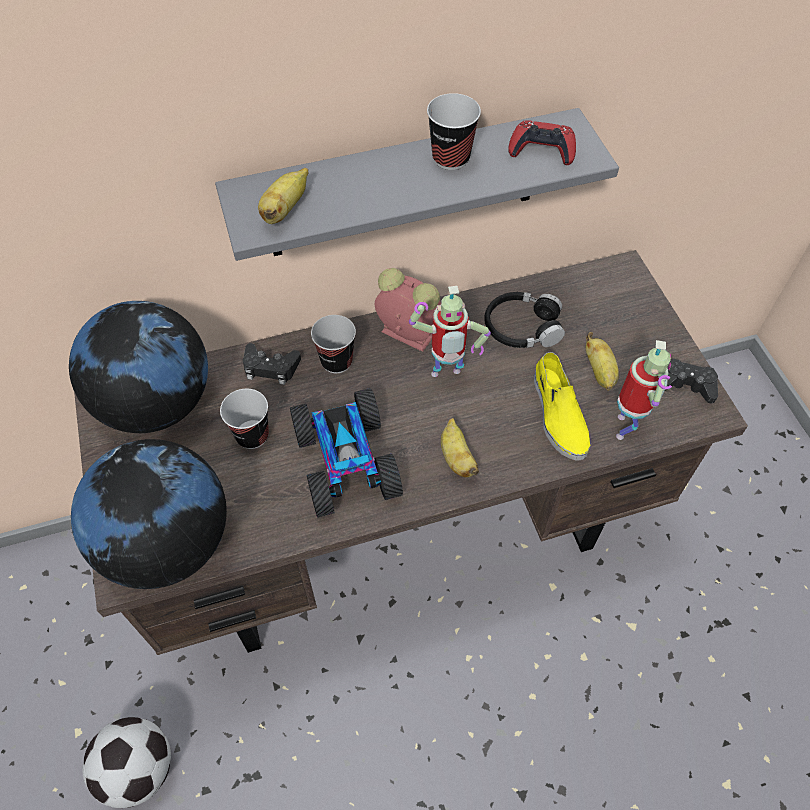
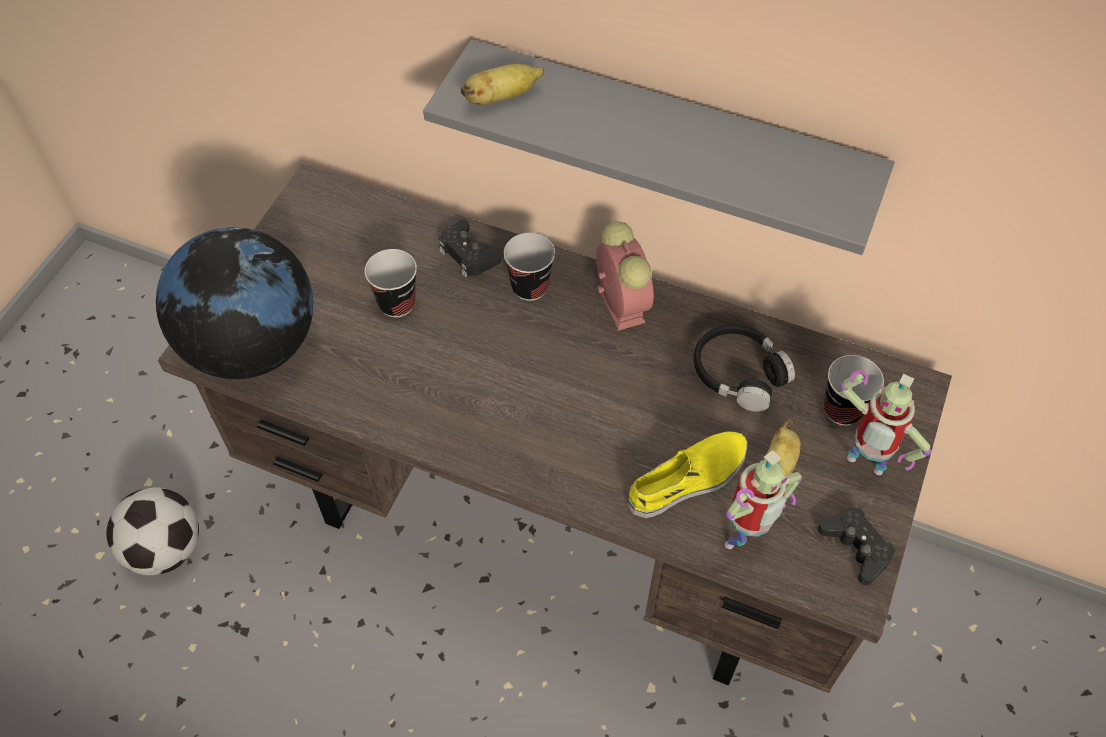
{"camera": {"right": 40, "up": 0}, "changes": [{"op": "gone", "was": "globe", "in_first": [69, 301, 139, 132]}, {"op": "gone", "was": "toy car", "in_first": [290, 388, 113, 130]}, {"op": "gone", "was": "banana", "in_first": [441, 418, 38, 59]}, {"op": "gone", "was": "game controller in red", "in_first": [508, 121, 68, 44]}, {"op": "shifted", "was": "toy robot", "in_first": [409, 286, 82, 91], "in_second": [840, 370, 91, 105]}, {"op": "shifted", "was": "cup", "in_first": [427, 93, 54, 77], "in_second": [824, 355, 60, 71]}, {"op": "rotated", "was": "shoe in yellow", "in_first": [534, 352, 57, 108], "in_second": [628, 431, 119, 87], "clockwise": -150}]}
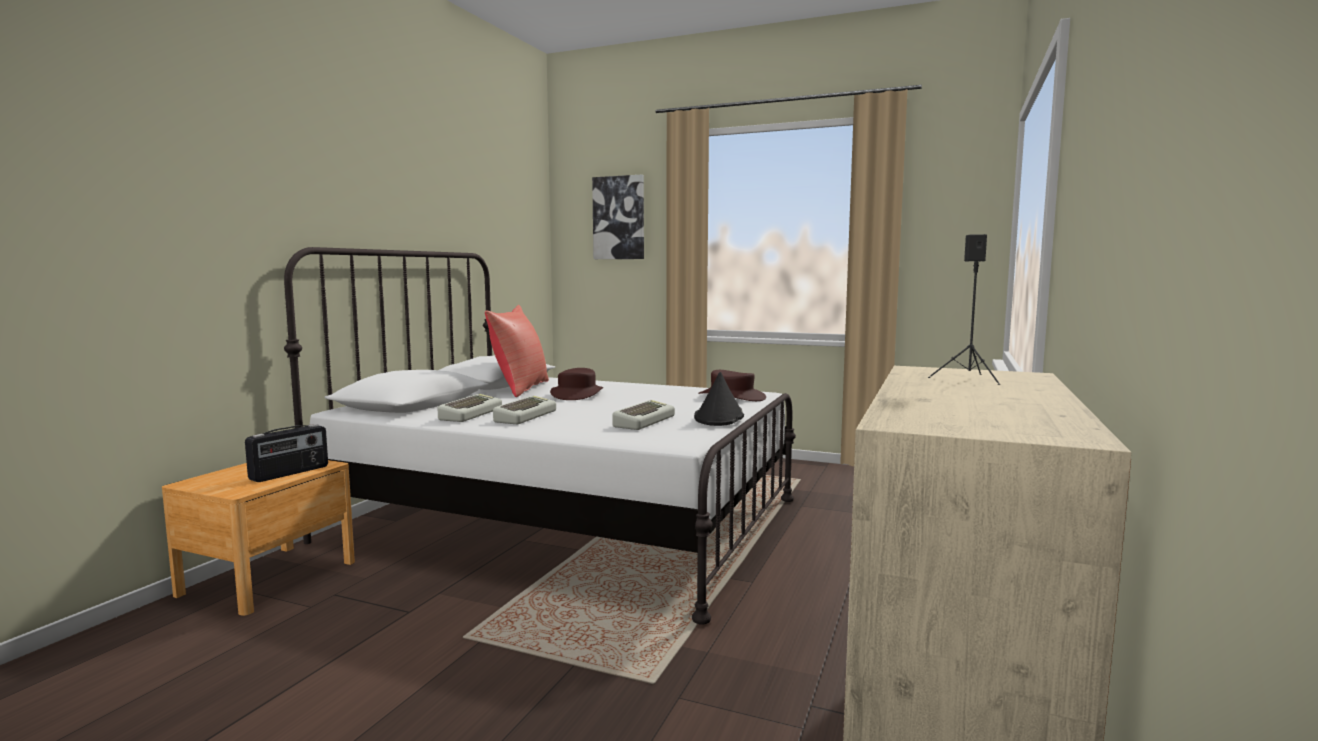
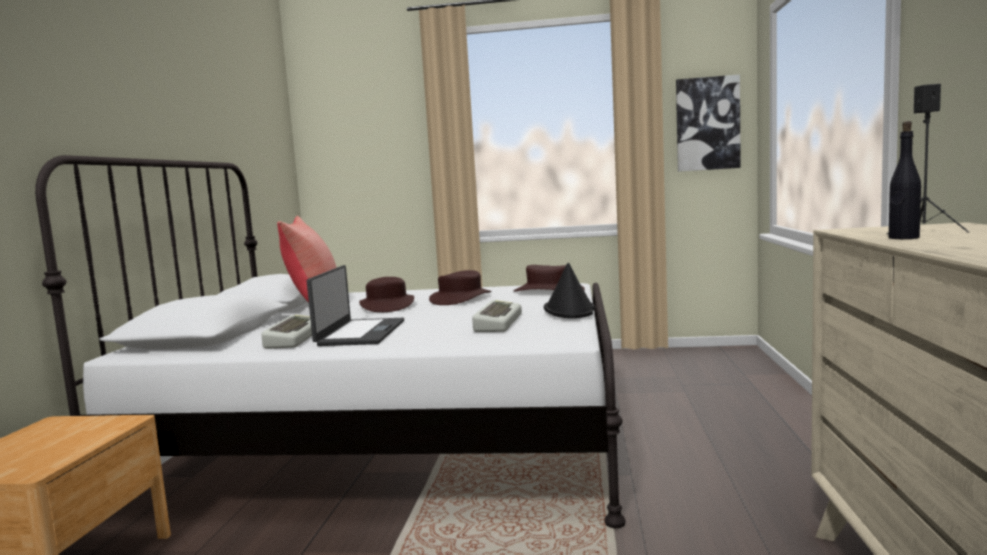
{"camera": {"right": -15, "up": 0}, "changes": [{"op": "gone", "was": "radio", "in_first": [245, 424, 83, 58]}, {"op": "new", "now": "hat in brown", "in_second": [429, 270, 63, 35]}, {"op": "new", "now": "bottle in black", "in_second": [889, 121, 32, 118]}, {"op": "shifted", "was": "picture", "in_first": [592, 175, 52, 84], "in_second": [676, 75, 65, 97]}, {"op": "swapped", "was": "keyboard", "now": "laptop", "in_first": [493, 396, 63, 28], "in_second": [307, 265, 97, 81]}]}
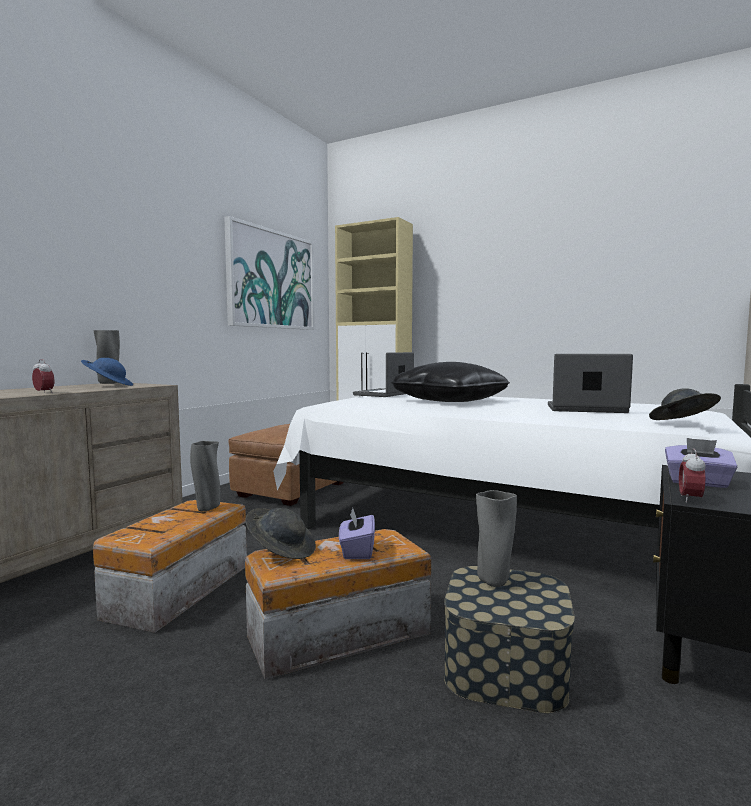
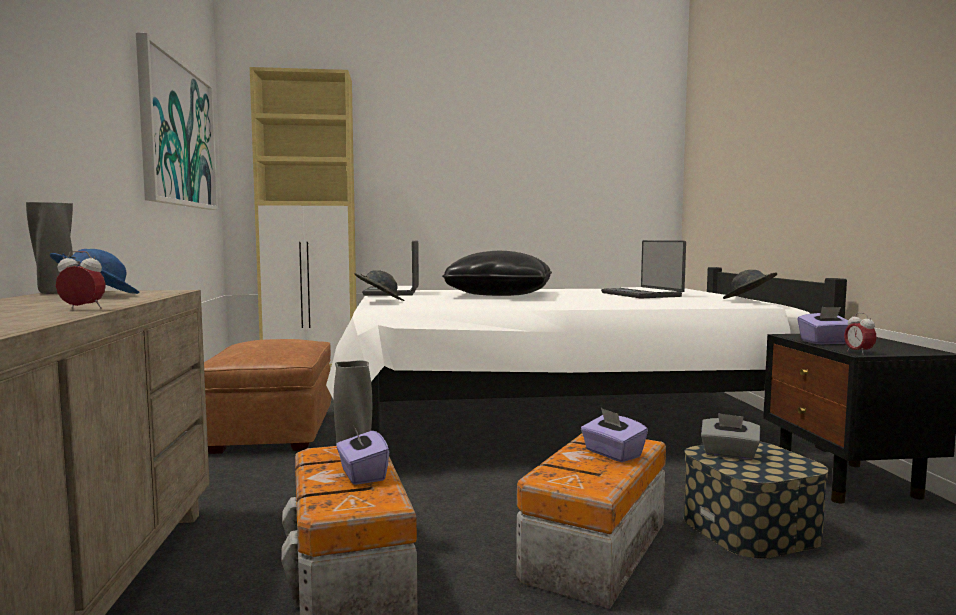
{"camera": {"right": -35, "up": 0}, "changes": [{"op": "new", "now": "tissue box in purple", "in_second": [336, 425, 53, 60]}, {"op": "shifted", "was": "hat in grey", "in_first": [245, 508, 71, 51], "in_second": [355, 270, 49, 31]}, {"op": "swapped", "was": "vase in grey", "now": "tissue box in grey", "in_first": [476, 490, 41, 97], "in_second": [701, 413, 59, 47]}, {"op": "rotated", "was": "laptop", "in_first": [548, 354, 85, 59], "in_second": [601, 240, 85, 59], "clockwise": -90}]}
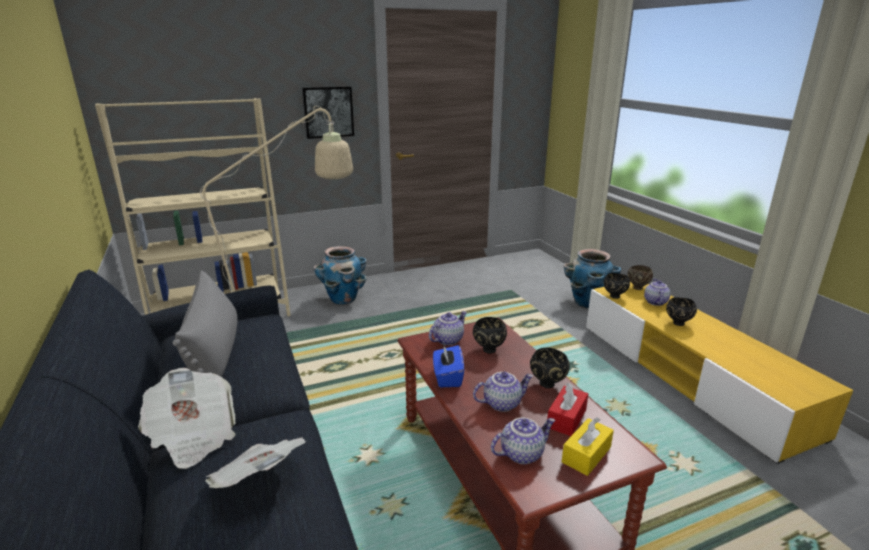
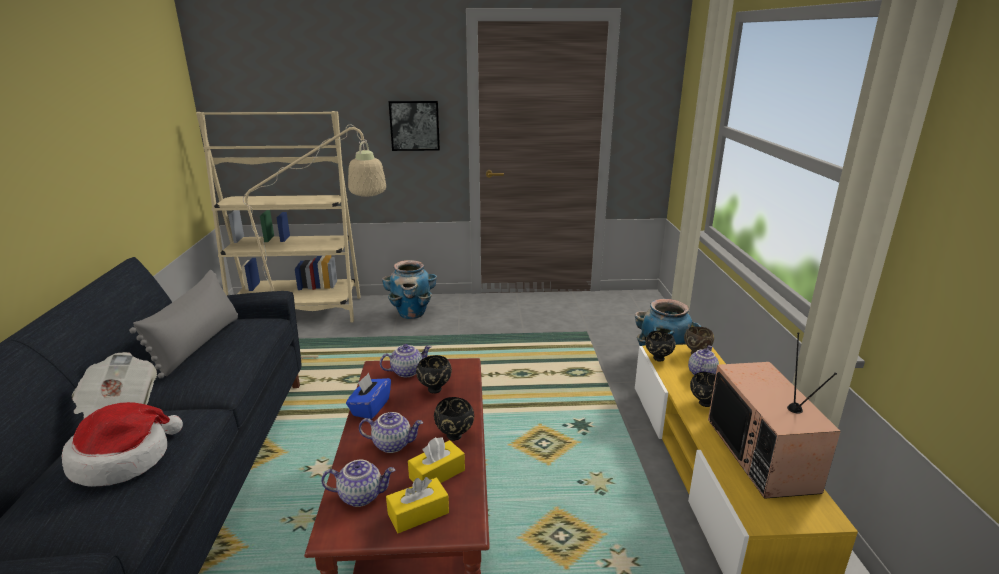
{"camera": {"right": 20, "up": 0}, "changes": [{"op": "new", "now": "television", "in_second": [708, 332, 133, 167]}, {"op": "swapped", "was": "newspaper", "now": "hat", "in_first": [206, 437, 100, 51], "in_second": [62, 402, 121, 85]}, {"op": "repainted", "was": "tissue box in red", "now": "tissue box in yellow", "in_first": [547, 383, 41, 53], "in_second": [408, 437, 57, 46]}]}
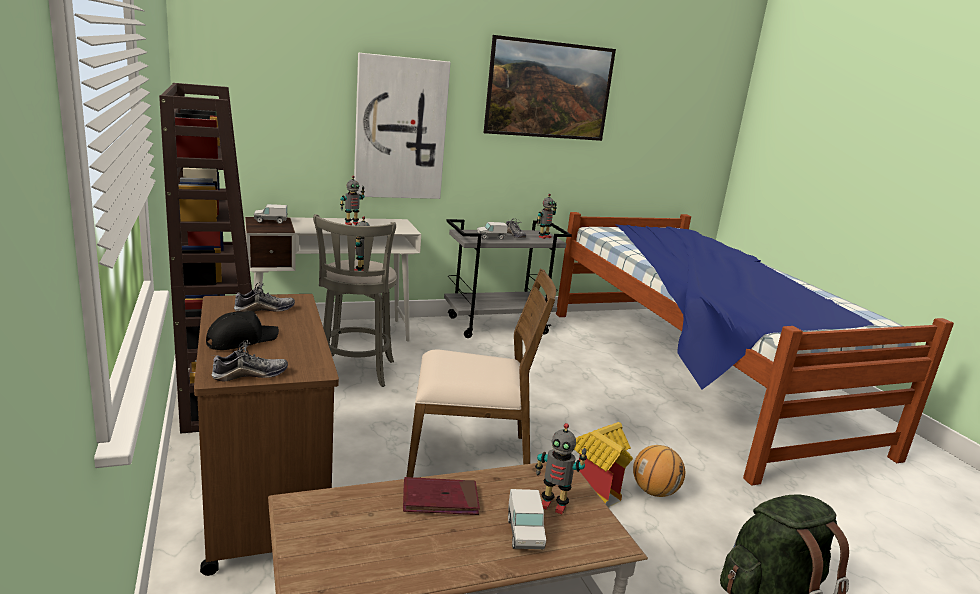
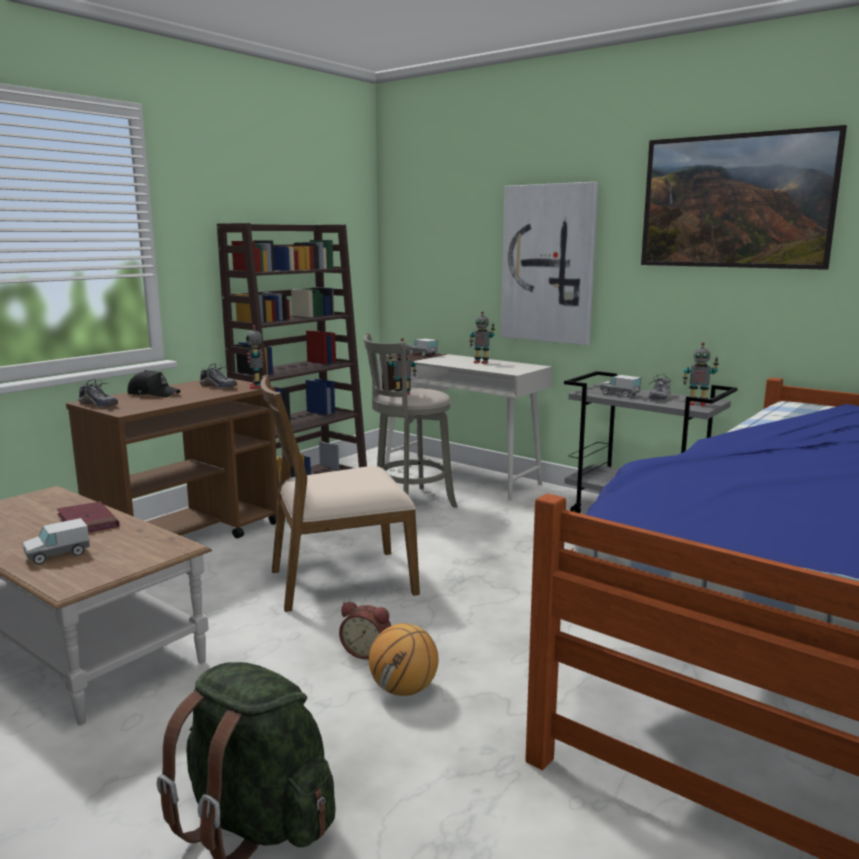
{"camera": {"right": 60, "up": -5}, "changes": [{"op": "shifted", "was": "toy robot", "in_first": [535, 423, 52, 91], "in_second": [246, 325, 18, 63]}, {"op": "swapped", "was": "toy house", "now": "alarm clock", "in_first": [574, 422, 59, 85], "in_second": [339, 602, 52, 57]}, {"op": "rotated", "was": "chair in brown", "in_first": [406, 269, 150, 208], "in_second": [260, 375, 160, 237], "clockwise": 105}]}
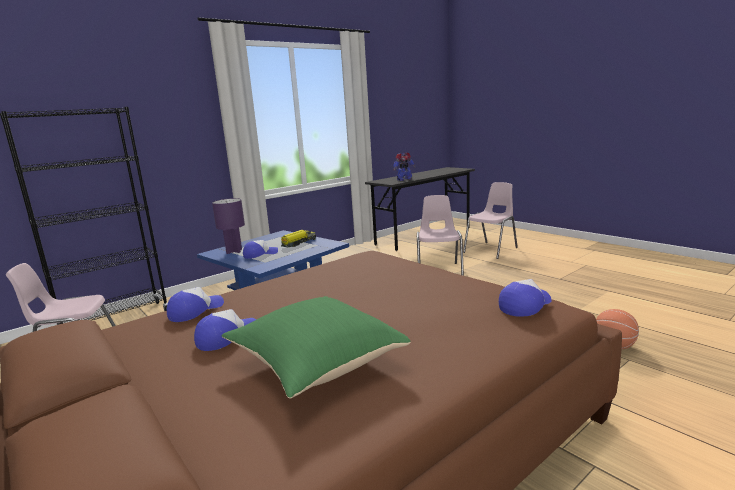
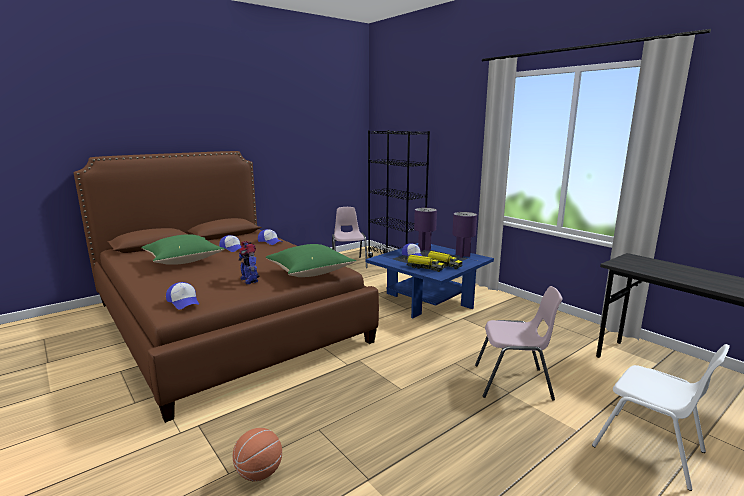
{"camera": {"right": 90, "up": 0}, "changes": [{"op": "new", "now": "pillow in green", "in_second": [266, 244, 90, 33]}, {"op": "new", "now": "toy truck", "in_second": [407, 255, 37, 17]}, {"op": "new", "now": "table lamp in purple", "in_second": [452, 212, 25, 46]}, {"op": "shifted", "was": "toy robot", "in_first": [393, 153, 23, 28], "in_second": [239, 241, 21, 43]}, {"op": "repainted", "was": "chair in pink", "now": "chair in white", "in_first": [463, 182, 55, 77], "in_second": [592, 344, 138, 147]}]}
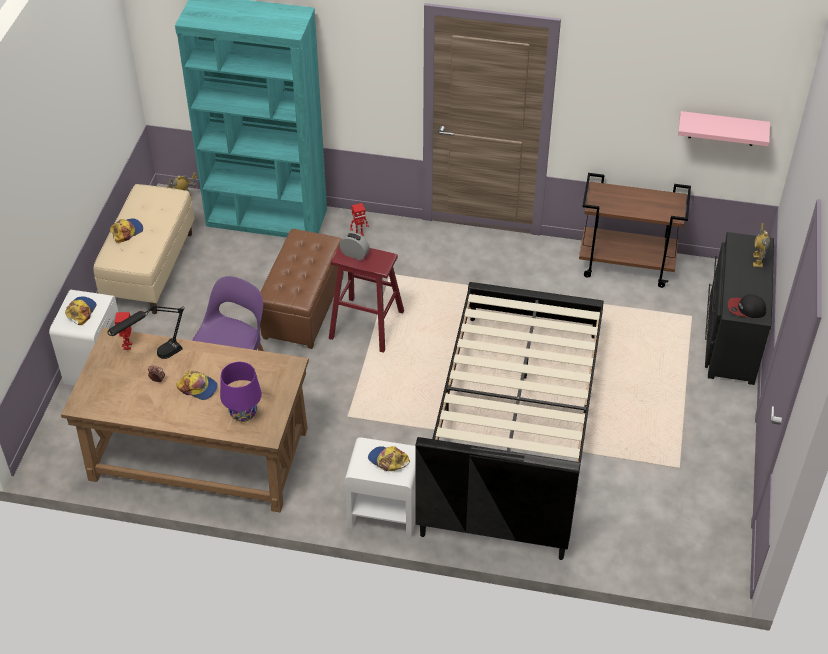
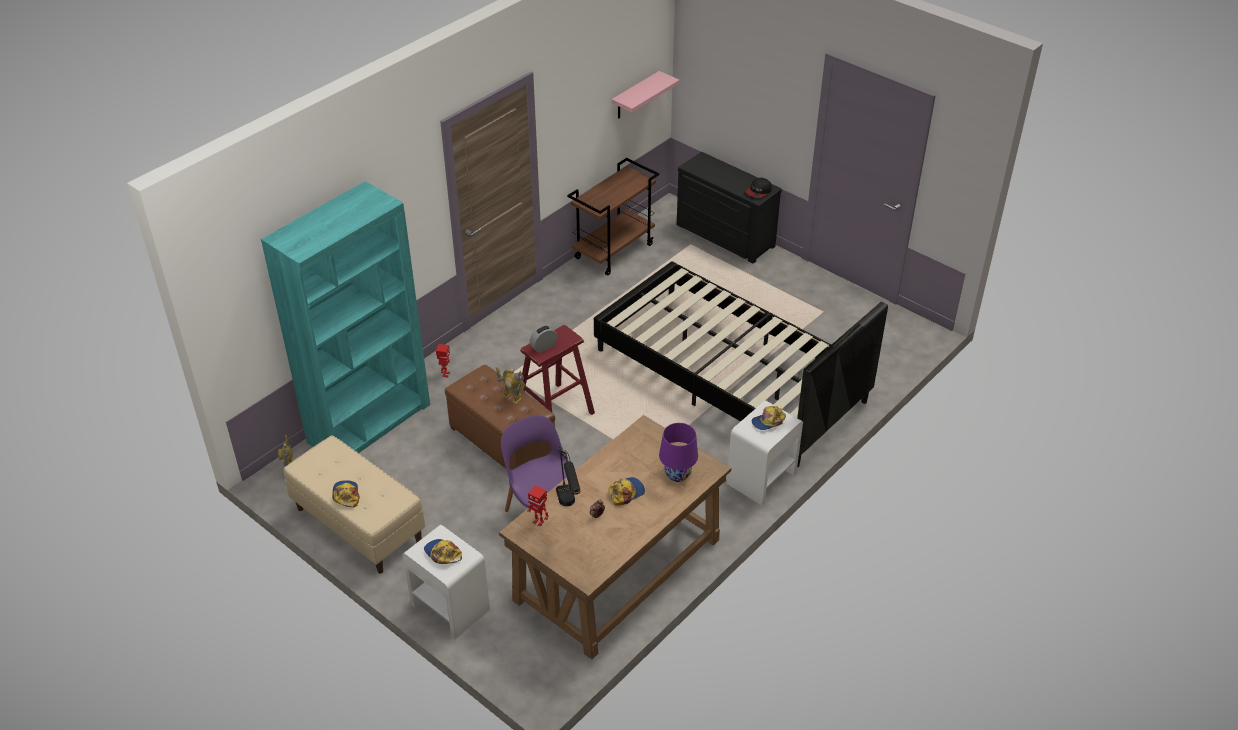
{"camera": {"right": -60, "up": -5}, "changes": [{"op": "shifted", "was": "toy robot", "in_first": [753, 223, 17, 44], "in_second": [496, 367, 30, 37]}]}
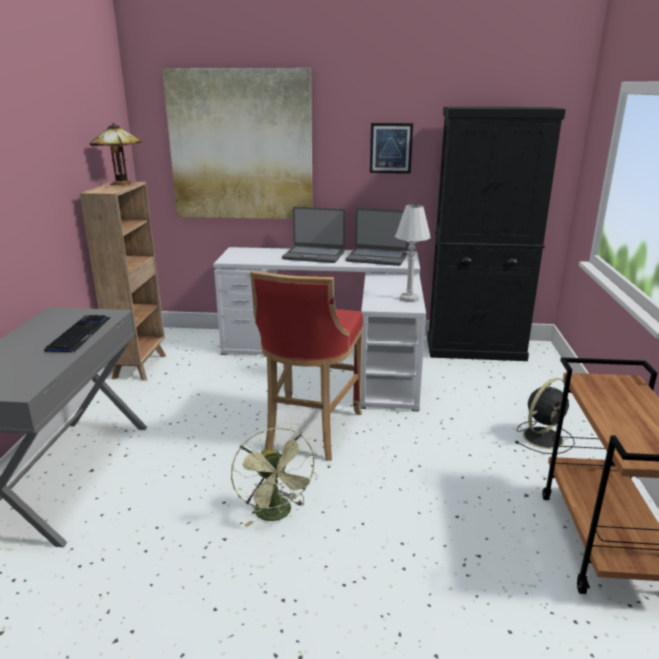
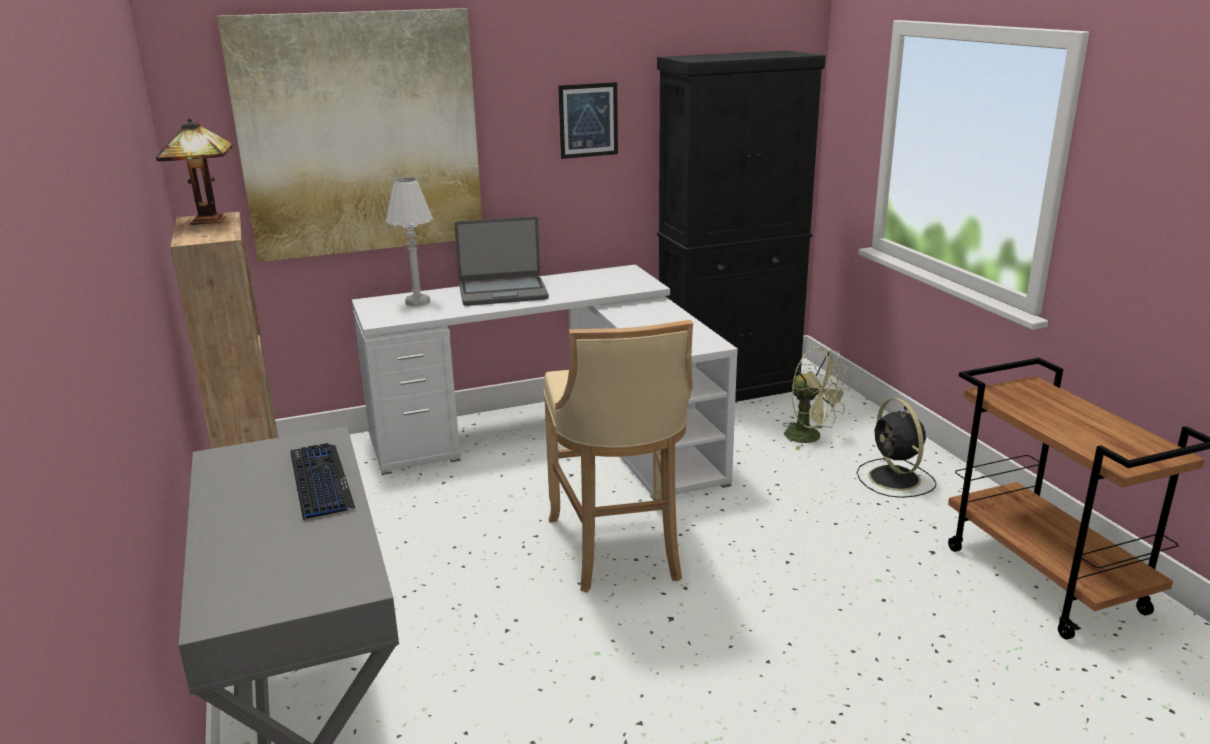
{"camera": {"right": -25, "up": 0}, "changes": [{"op": "gone", "was": "laptop", "in_first": [346, 208, 62, 58]}, {"op": "shifted", "was": "fan in green", "in_first": [231, 428, 86, 99], "in_second": [783, 347, 67, 103]}, {"op": "shifted", "was": "table lamp in white", "in_first": [395, 204, 36, 98], "in_second": [386, 178, 47, 129]}, {"op": "repainted", "was": "stool in red", "now": "stool in beige", "in_first": [250, 270, 113, 191], "in_second": [544, 320, 149, 273]}, {"op": "rotated", "was": "fan in black", "in_first": [514, 378, 61, 76], "in_second": [857, 398, 79, 100], "clockwise": 135}]}
